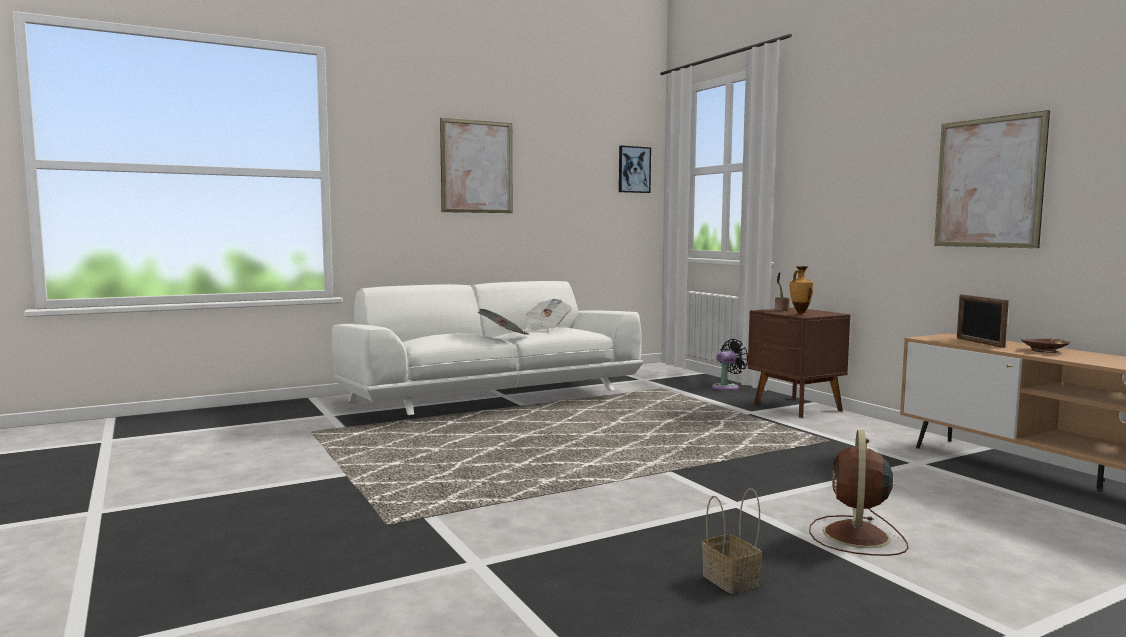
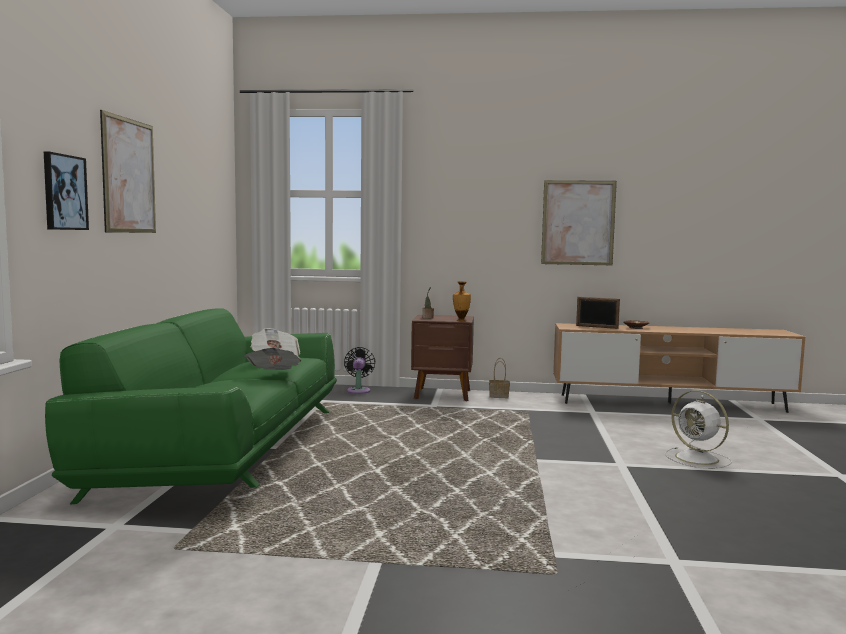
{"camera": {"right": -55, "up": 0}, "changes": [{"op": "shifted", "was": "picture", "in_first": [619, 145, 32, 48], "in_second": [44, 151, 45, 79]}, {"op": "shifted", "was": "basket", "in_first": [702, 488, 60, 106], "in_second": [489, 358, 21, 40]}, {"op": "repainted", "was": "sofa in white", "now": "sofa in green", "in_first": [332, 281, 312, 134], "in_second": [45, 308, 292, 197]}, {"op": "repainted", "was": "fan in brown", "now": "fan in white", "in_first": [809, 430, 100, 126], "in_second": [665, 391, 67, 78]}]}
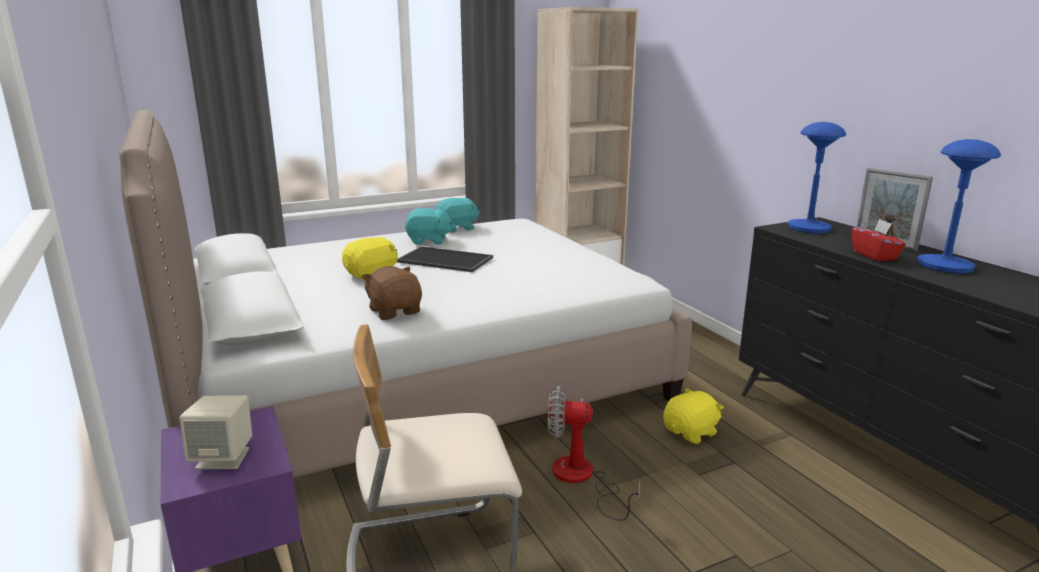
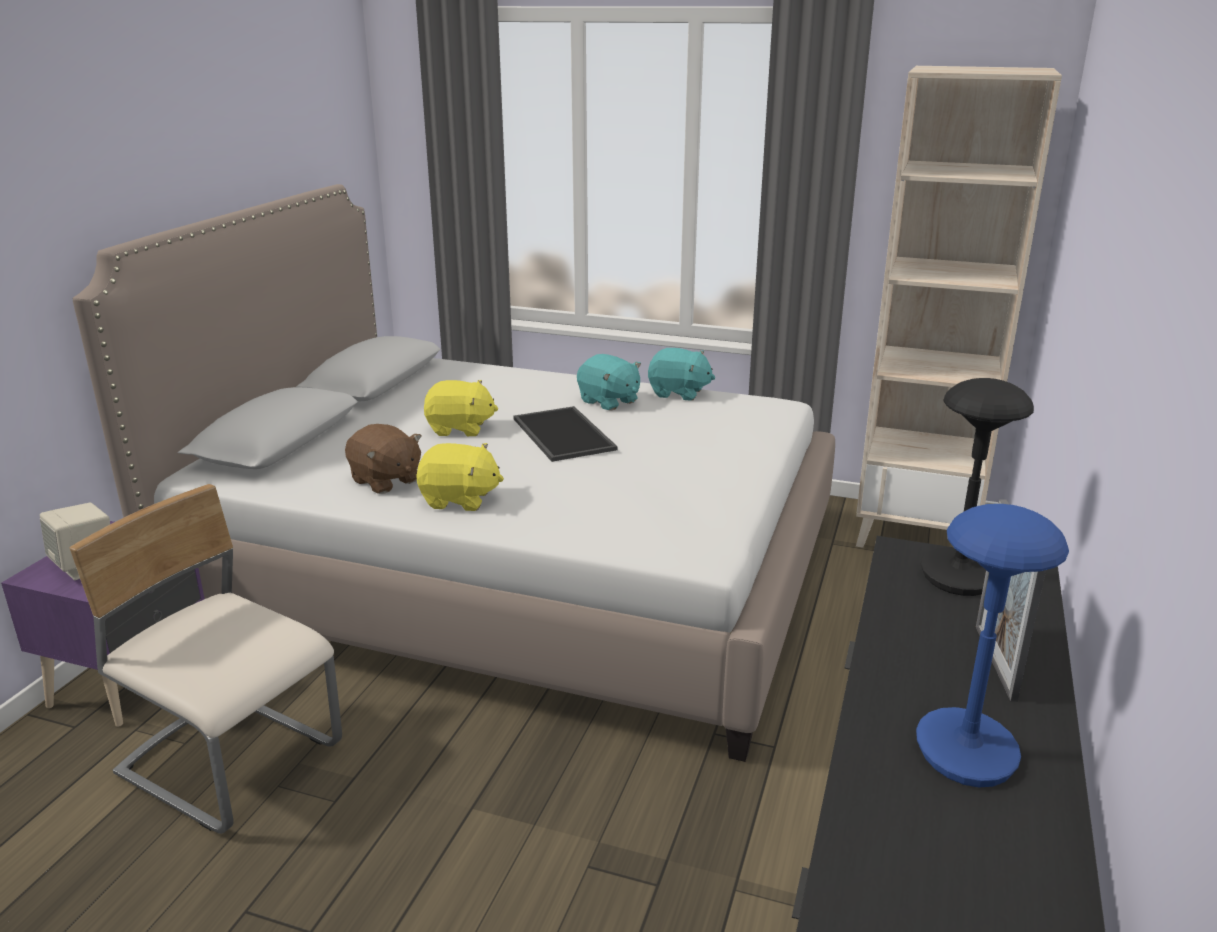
{"camera": {"right": 45, "up": 5}, "changes": [{"op": "gone", "was": "fan", "in_first": [547, 386, 93, 135]}, {"op": "gone", "was": "tissue box in red", "in_first": [852, 219, 54, 42]}, {"op": "shifted", "was": "plush toy in yellow", "in_first": [663, 388, 61, 56], "in_second": [416, 443, 88, 68]}, {"op": "repainted", "was": "table lamp in blue", "now": "table lamp in black", "in_first": [788, 122, 58, 112], "in_second": [921, 378, 113, 218]}, {"op": "rotated", "was": "plush toy in brown", "in_first": [361, 266, 61, 54], "in_second": [345, 424, 77, 70], "clockwise": 120}]}
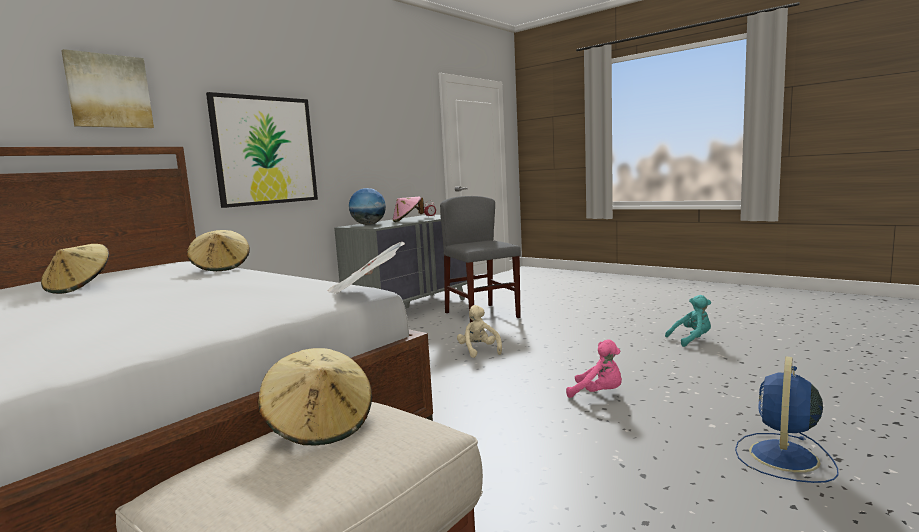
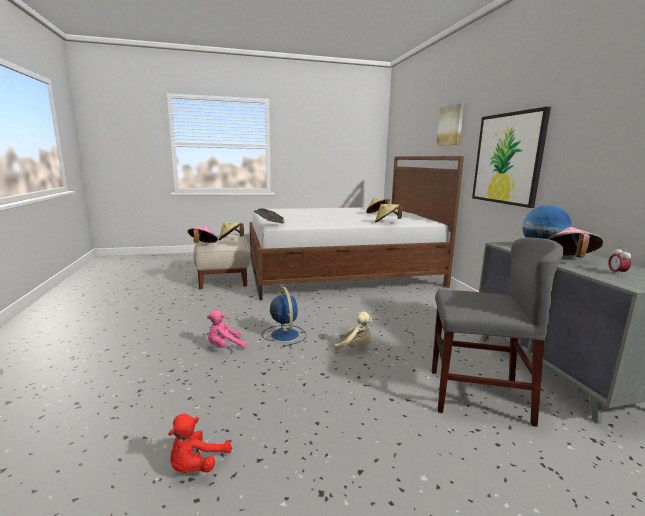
{"camera": {"right": 125, "up": 5}, "changes": [{"op": "new", "now": "hat in pink", "in_second": [188, 226, 30, 17]}, {"op": "shifted", "was": "fan in blue", "in_first": [735, 356, 104, 127], "in_second": [262, 287, 44, 60]}, {"op": "repainted", "was": "plush toy in turquoise", "now": "plush toy in red", "in_first": [665, 295, 46, 52], "in_second": [168, 414, 64, 59]}]}
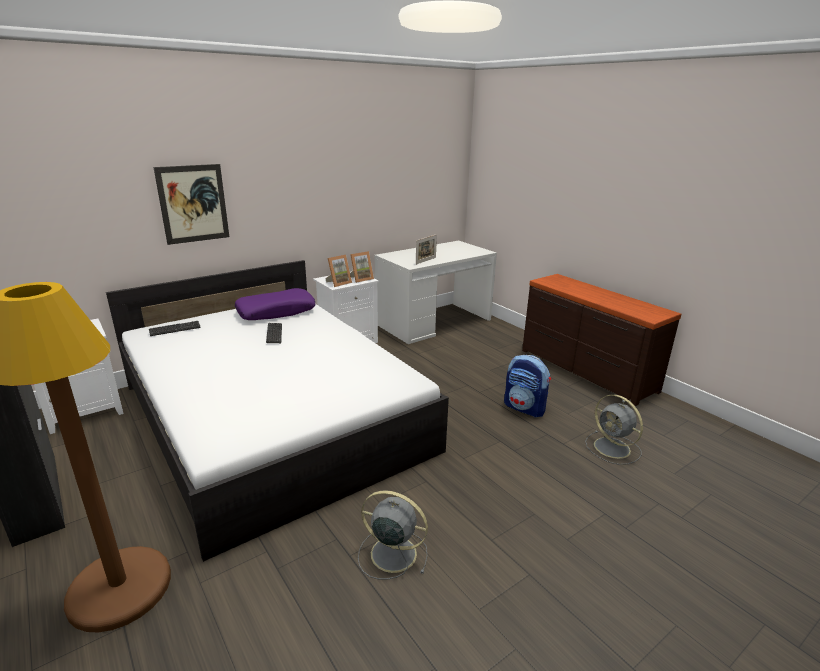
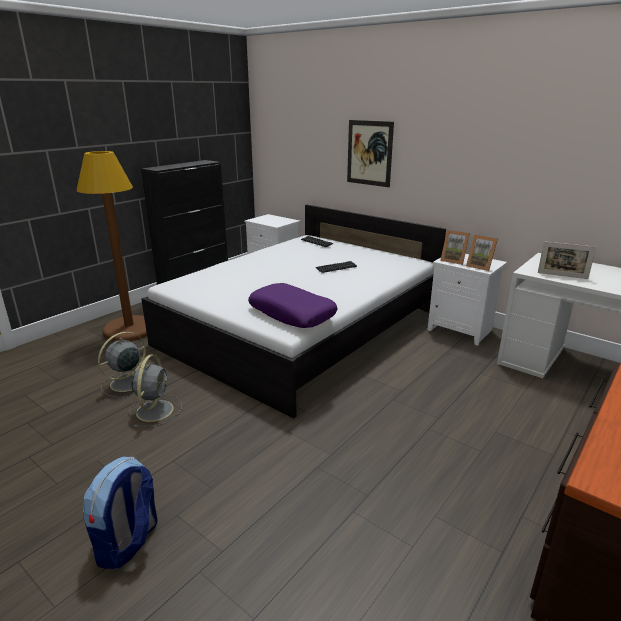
{"camera": {"right": 75, "up": 0}, "changes": [{"op": "shifted", "was": "pillow in purple", "in_first": [235, 288, 80, 32], "in_second": [248, 283, 89, 45]}, {"op": "shifted", "was": "backpack", "in_first": [504, 355, 47, 62], "in_second": [83, 457, 75, 112]}, {"op": "shifted", "was": "fan in grey", "in_first": [585, 394, 58, 71], "in_second": [98, 332, 48, 66]}]}
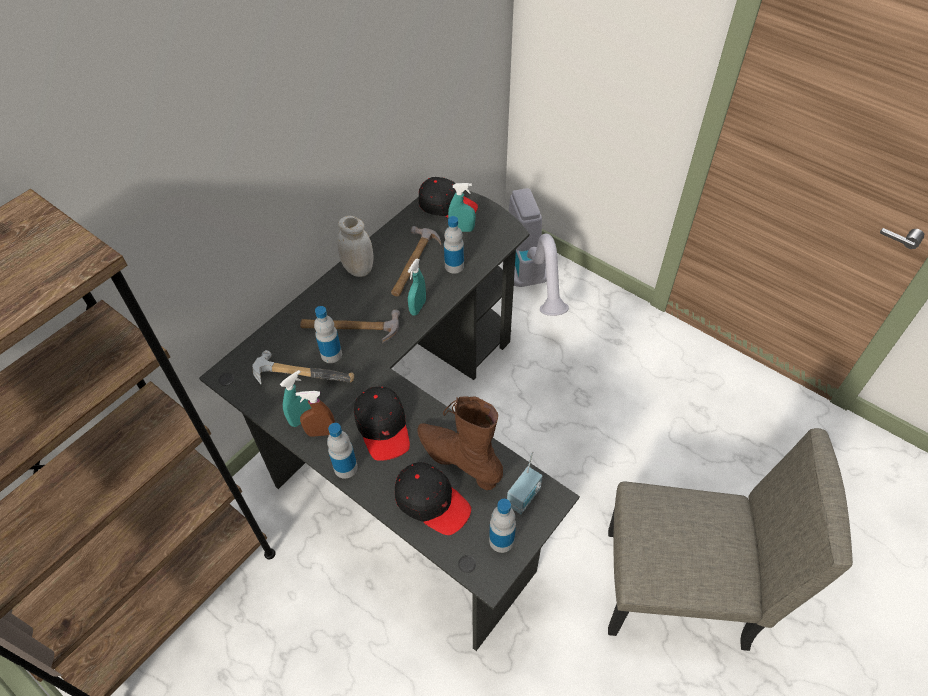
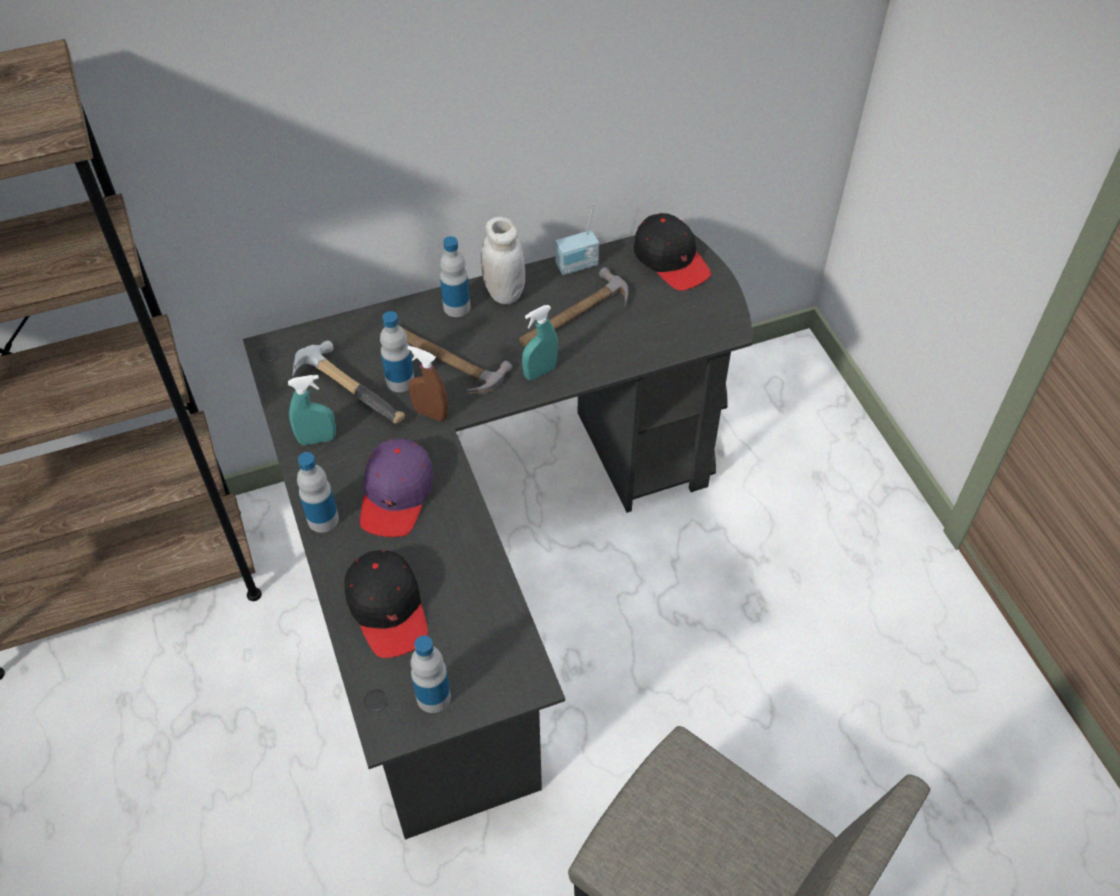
{"camera": {"right": 30, "up": 0}, "changes": [{"op": "gone", "was": "boot in brown", "in_first": [417, 396, 86, 94]}, {"op": "gone", "was": "spray bottle in turquoise", "in_first": [448, 183, 28, 49]}, {"op": "gone", "was": "vacuum cleaner", "in_first": [508, 188, 61, 128]}, {"op": "shifted", "was": "spray bottle in brown", "in_first": [296, 391, 39, 46], "in_second": [407, 346, 41, 75]}, {"op": "shifted", "was": "bottle", "in_first": [444, 216, 20, 58], "in_second": [440, 236, 31, 81]}, {"op": "shifted", "was": "radio", "in_first": [507, 450, 35, 64], "in_second": [555, 203, 44, 72]}, {"op": "repainted", "was": "cap in black", "now": "cap in purple", "in_first": [354, 387, 56, 74], "in_second": [360, 438, 74, 99]}]}
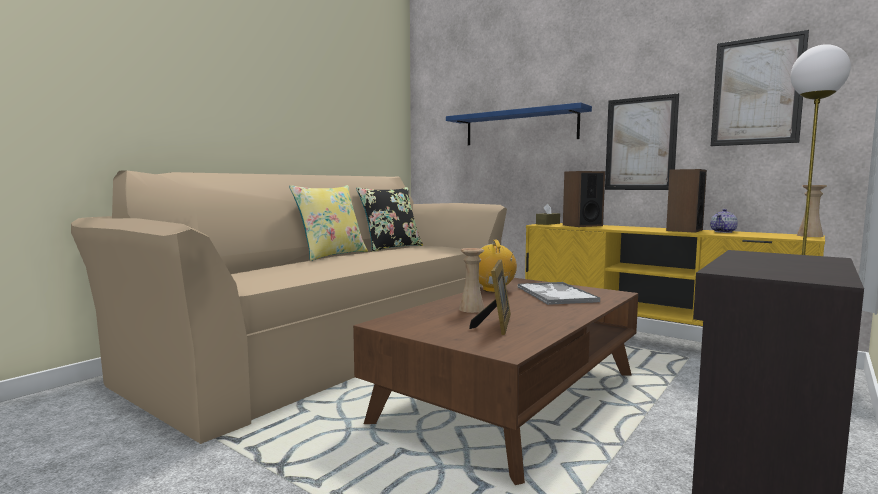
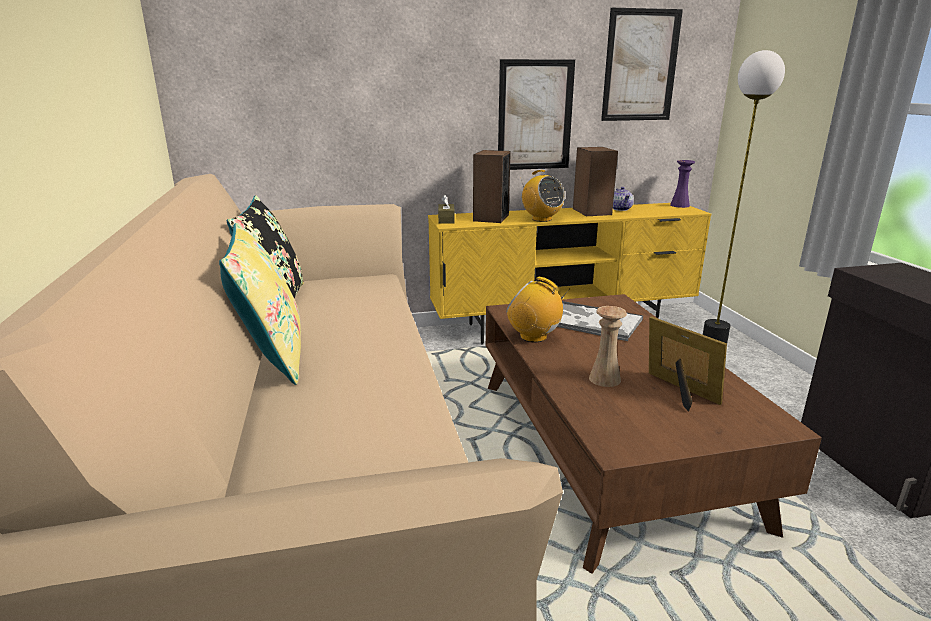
{"camera": {"right": -50, "up": 15}, "changes": [{"op": "gone", "was": "shelf in blue", "in_first": [446, 102, 146, 43]}, {"op": "new", "now": "radio", "in_second": [520, 170, 45, 52]}, {"op": "repainted", "was": "vase in beige", "now": "vase in purple", "in_first": [797, 185, 30, 52], "in_second": [670, 160, 25, 48]}]}
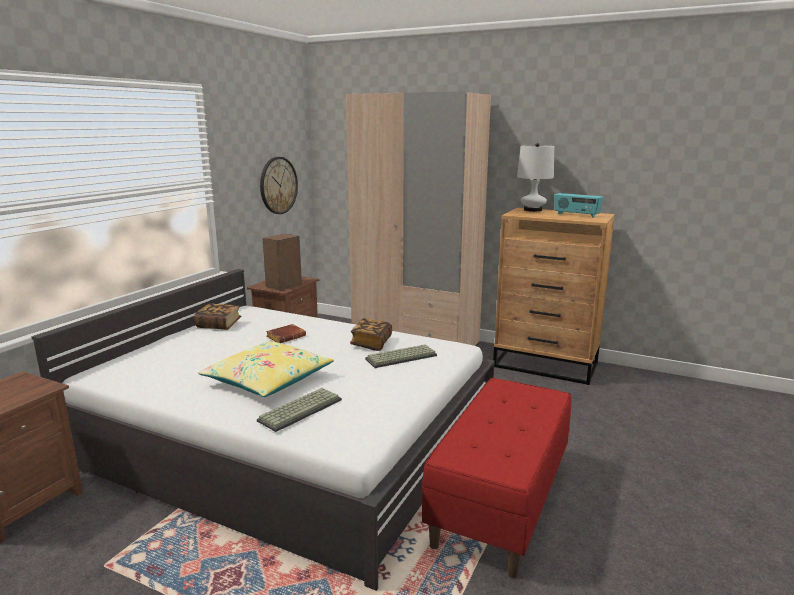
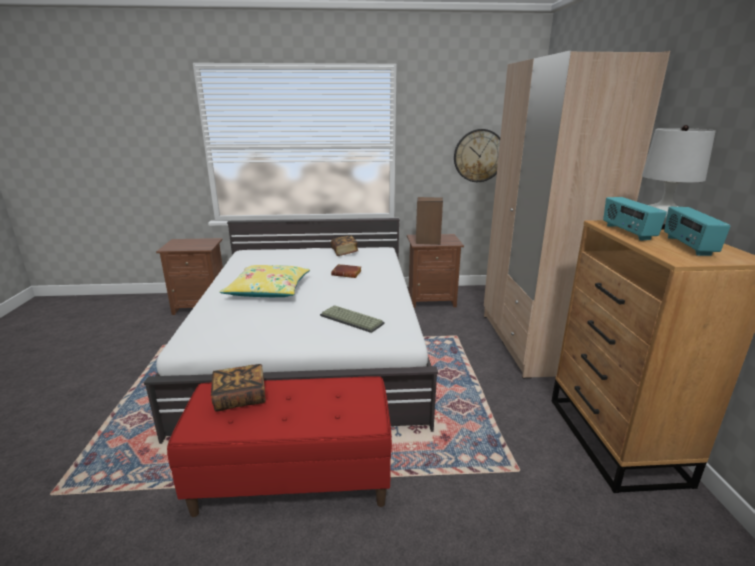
{"camera": {"right": 60, "up": 5}, "changes": [{"op": "gone", "was": "keyboard", "in_first": [257, 388, 85, 44]}, {"op": "new", "now": "radio", "in_second": [603, 197, 64, 44]}, {"op": "shifted", "was": "book", "in_first": [350, 318, 42, 33], "in_second": [211, 364, 55, 48]}]}
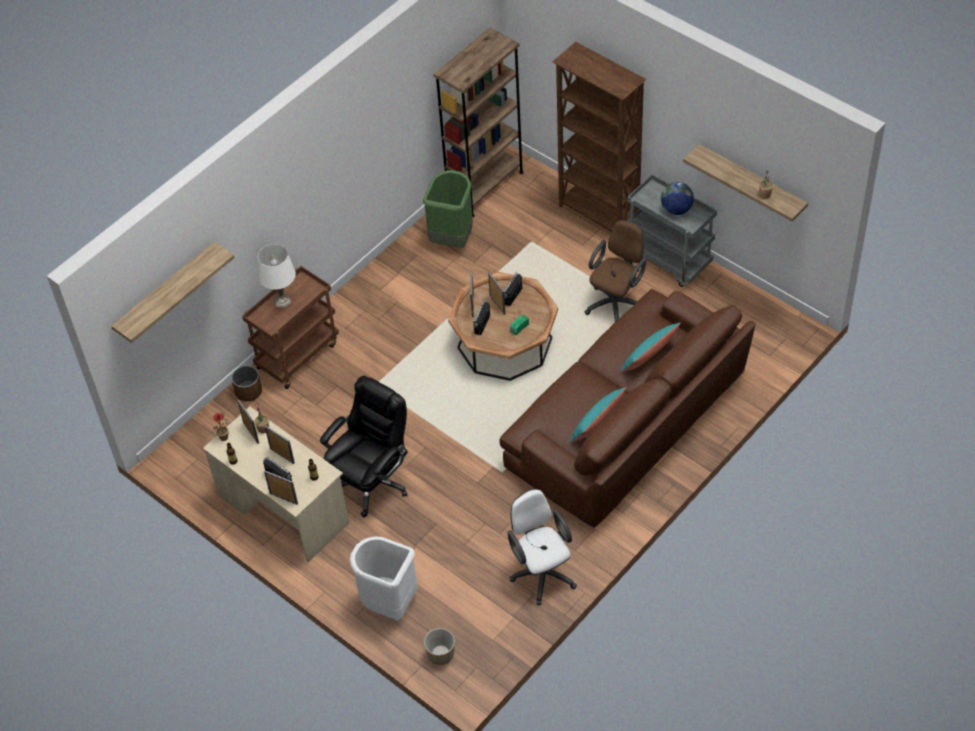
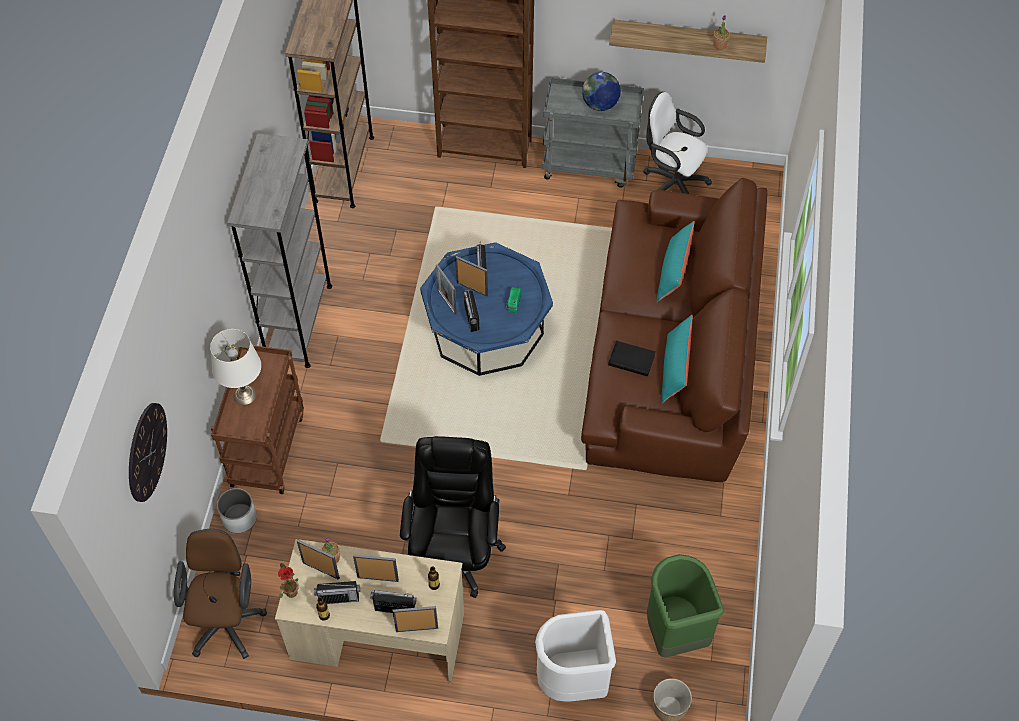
{"camera": {"right": -35, "up": 5}, "changes": [{"op": "new", "now": "bookcase in grey", "in_second": [227, 133, 105, 235]}, {"op": "new", "now": "radio", "in_second": [314, 581, 46, 23]}, {"op": "new", "now": "book in black", "in_second": [608, 340, 48, 36]}, {"op": "shifted", "was": "trash can in green", "in_first": [423, 170, 50, 78], "in_second": [647, 554, 77, 103]}, {"op": "shifted", "was": "office chair in white", "in_first": [508, 489, 69, 116], "in_second": [643, 92, 69, 102]}, {"op": "shifted", "was": "office chair in brown", "in_first": [584, 220, 62, 102], "in_second": [174, 529, 93, 130]}, {"op": "swapped", "was": "shelf", "now": "wall clock", "in_first": [111, 242, 123, 101], "in_second": [129, 403, 38, 99]}, {"op": "repainted", "was": "planter in brown", "now": "planter in white", "in_first": [232, 366, 30, 35], "in_second": [217, 488, 40, 45]}, {"op": "repainted", "was": "coffee table in brown", "now": "coffee table in blue", "in_first": [448, 272, 110, 109], "in_second": [420, 242, 133, 134]}]}
